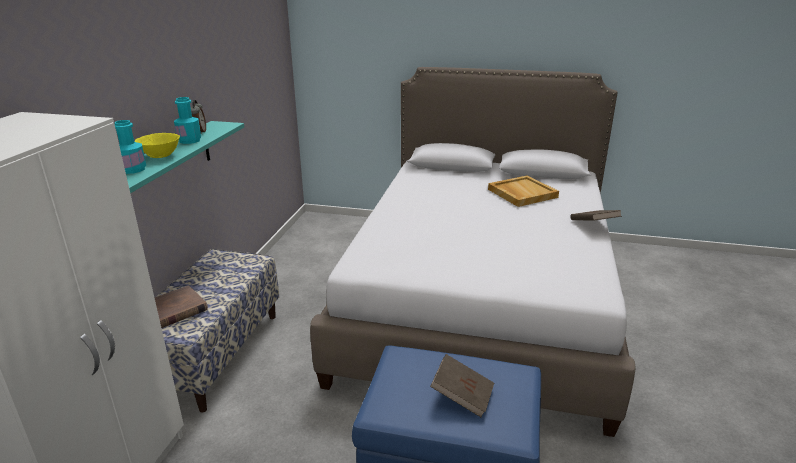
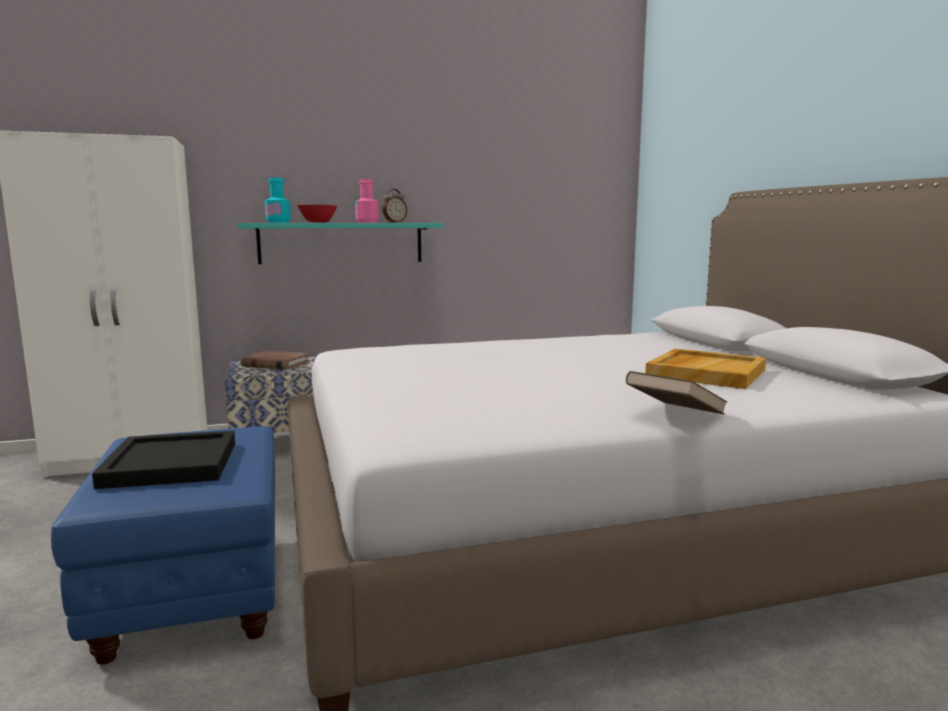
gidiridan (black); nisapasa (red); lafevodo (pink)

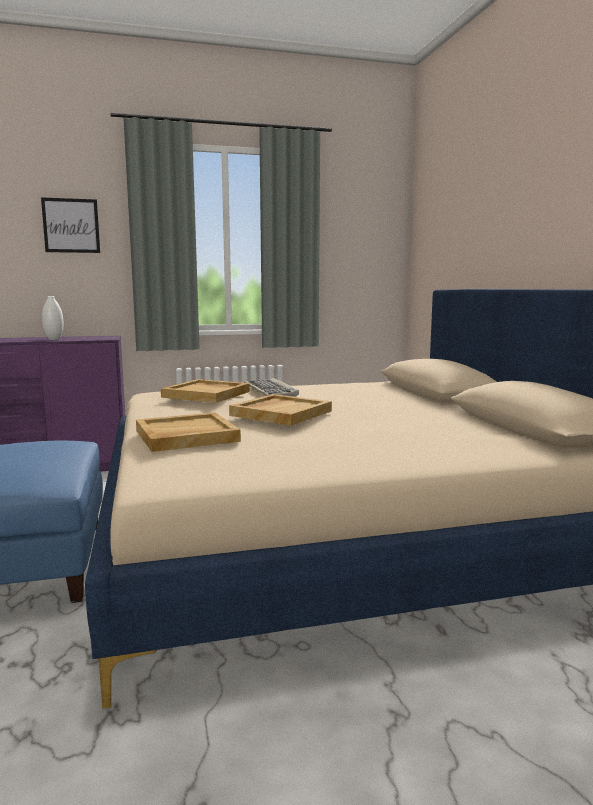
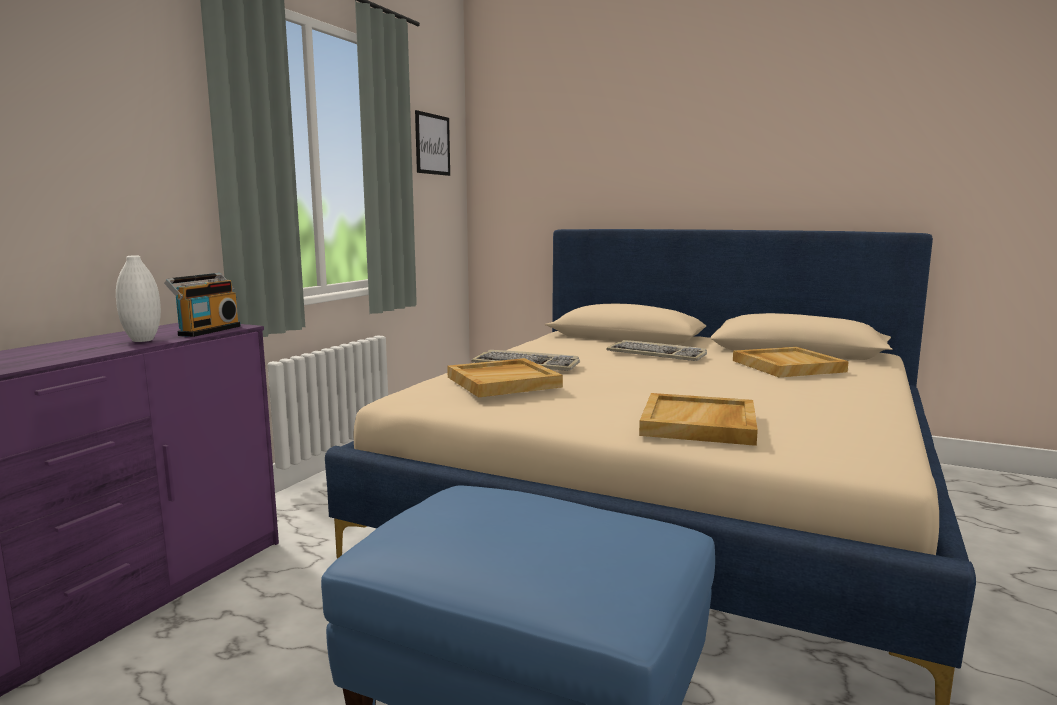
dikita; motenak; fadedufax (2nd from left); gidiridan (beige) (3rd from left)

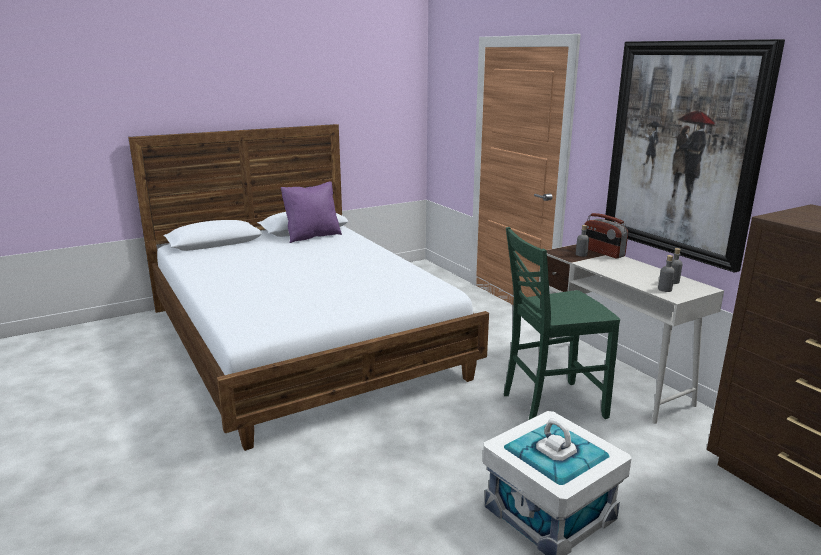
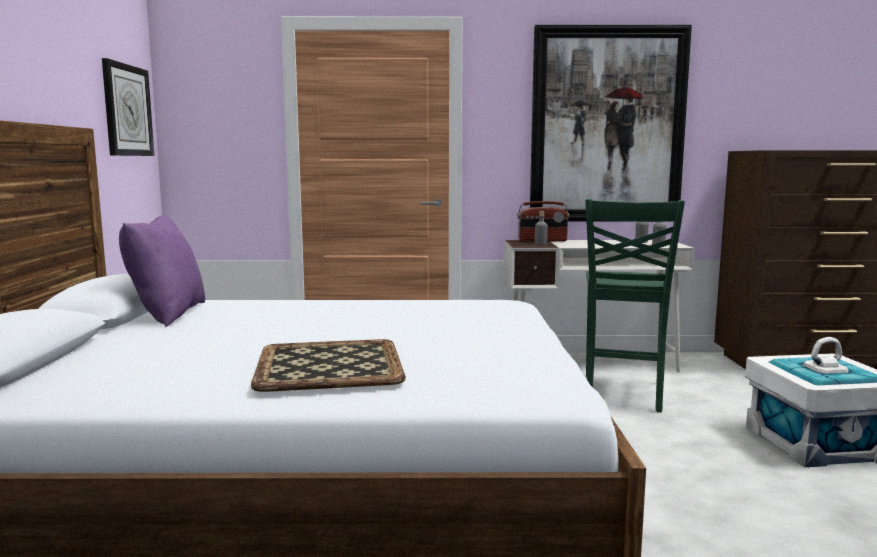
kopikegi; gidiridan

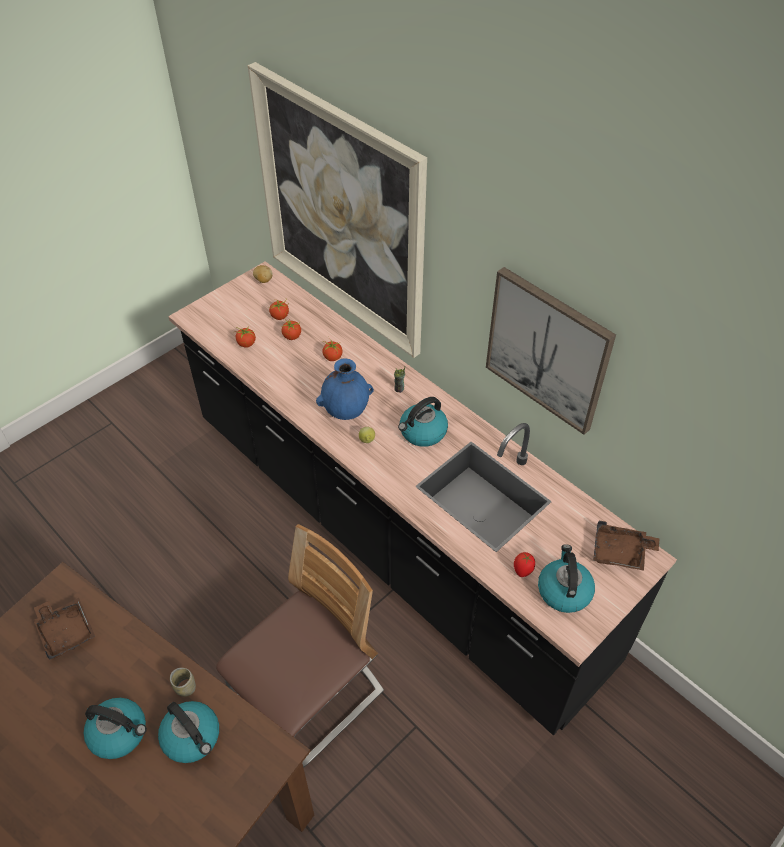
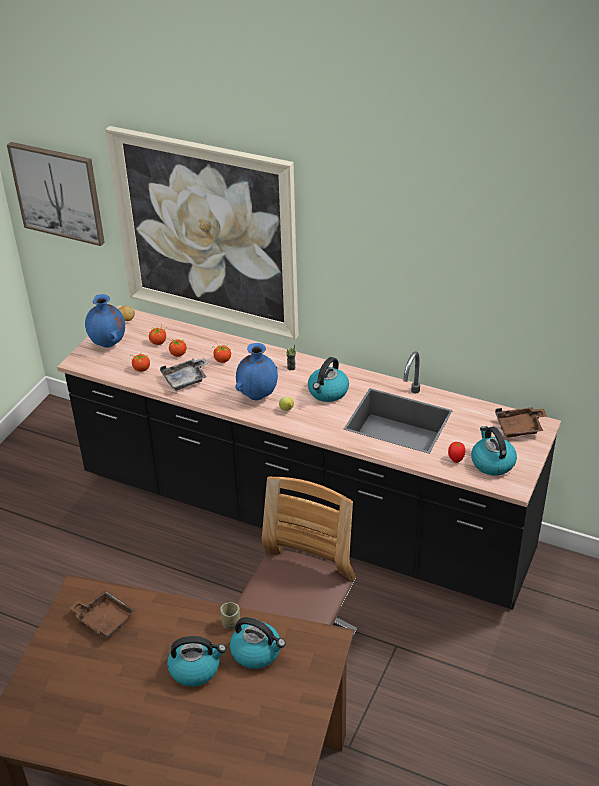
motenak (1st from left); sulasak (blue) (1st from left); gidiridan (grey)

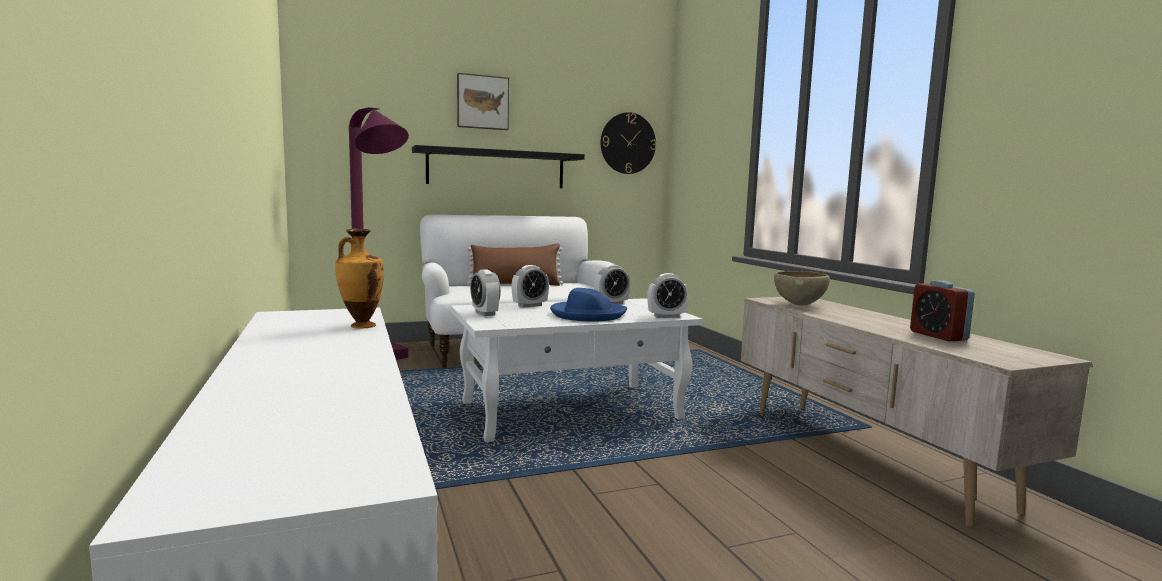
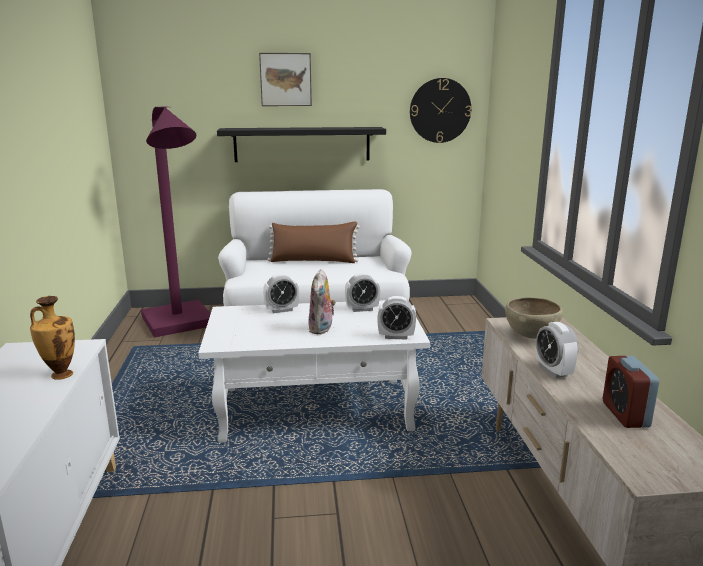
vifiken; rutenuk (4th from left)

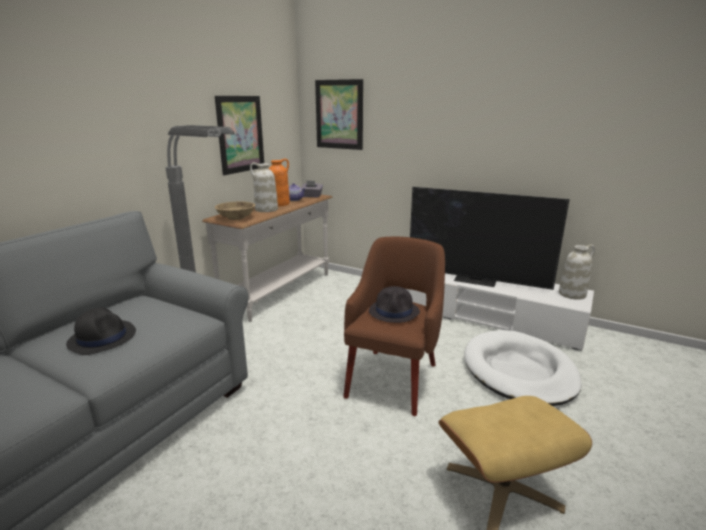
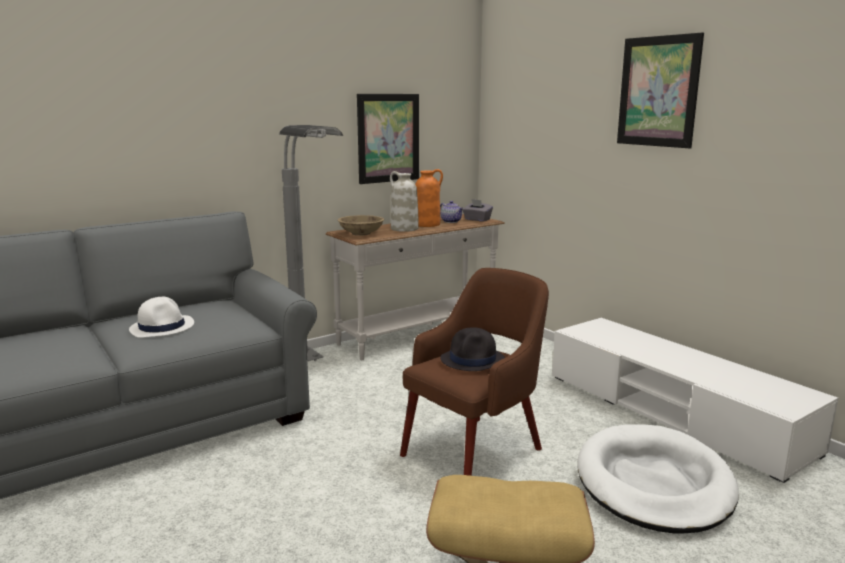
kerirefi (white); motenak (2nd from left); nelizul; sulasak (white) (2nd from left in the first image)

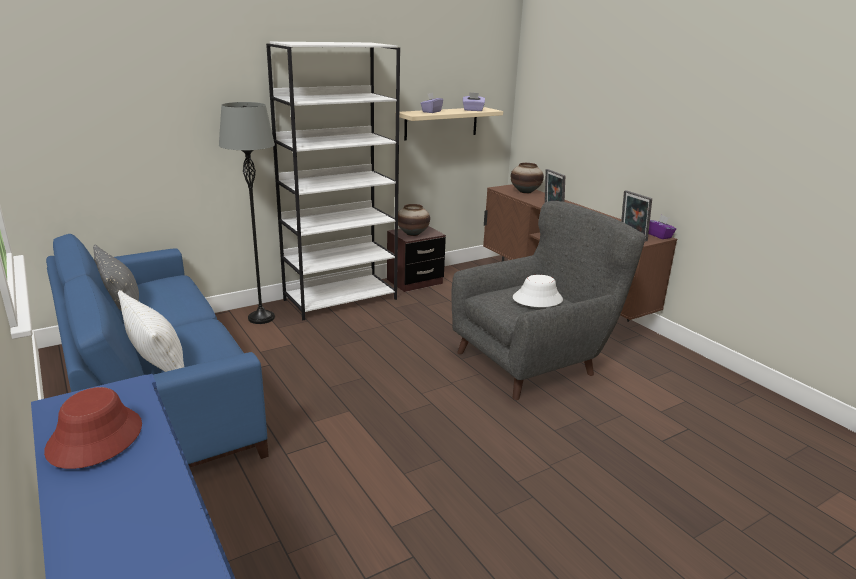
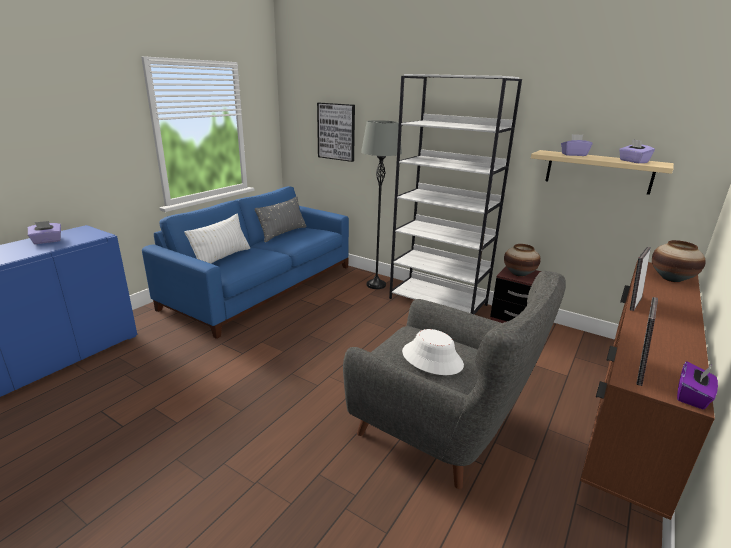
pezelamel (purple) (1st from left); motenak

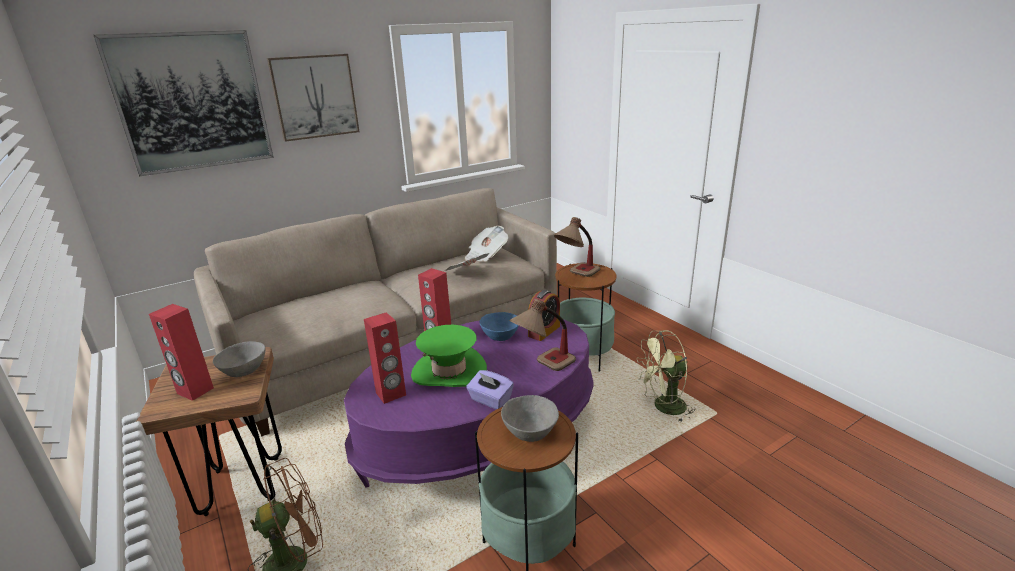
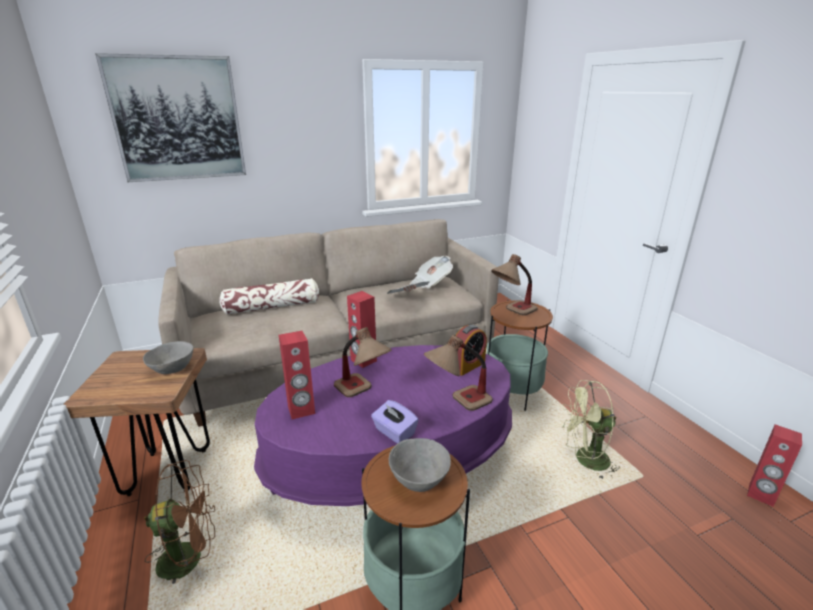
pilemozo; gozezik (1st from left); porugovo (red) (3rd from left); motenak (2nd from left in the first image); nisapasa (blue)

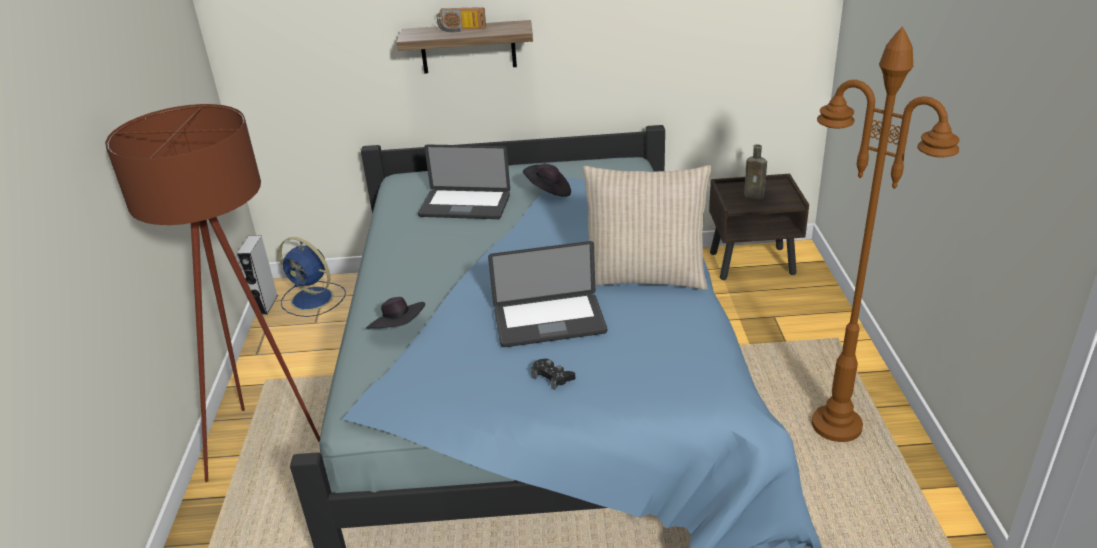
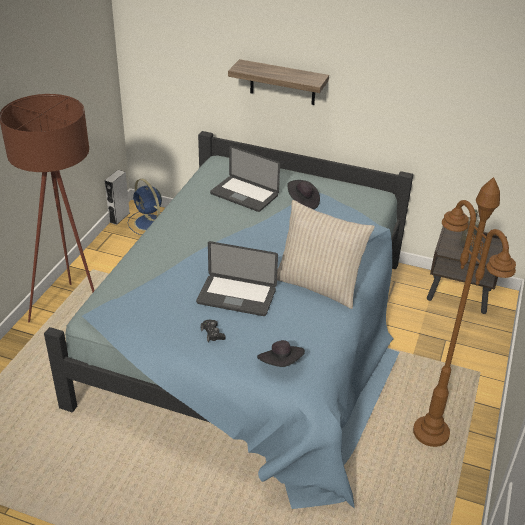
kerirefi (black) (1st from left); dikita

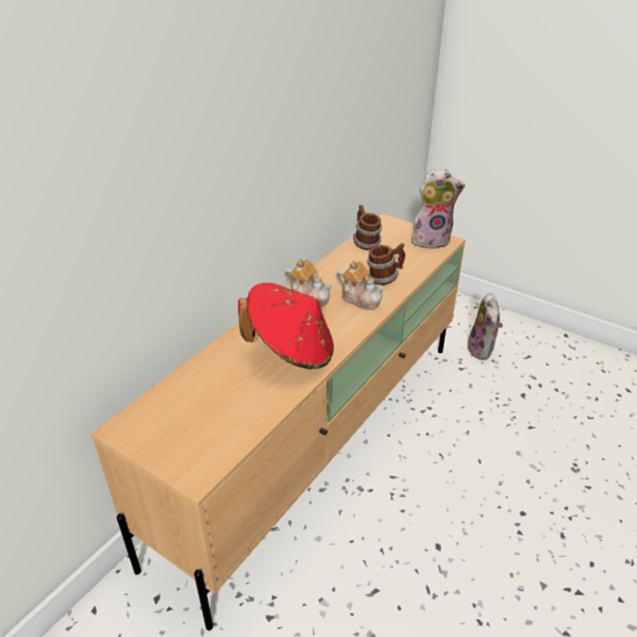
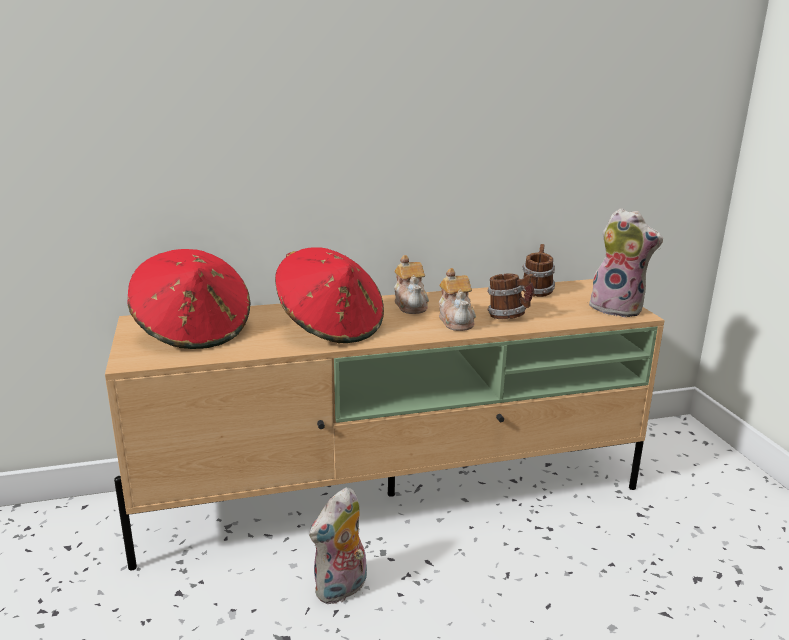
kerirefi (red) (1st from left); vifiken (1st from left)

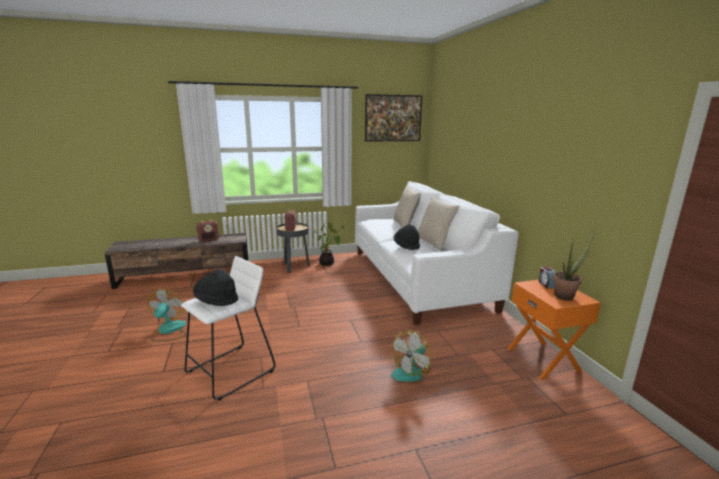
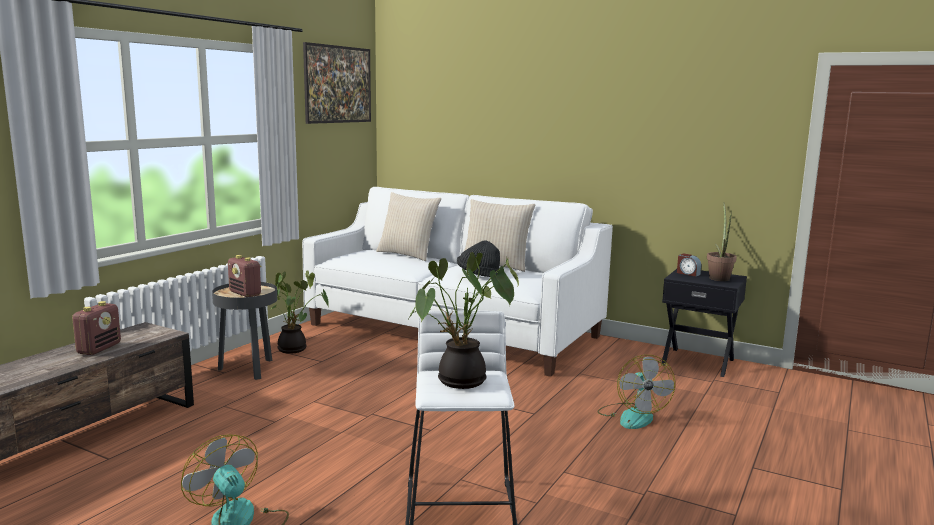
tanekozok (2nd from left); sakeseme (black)

